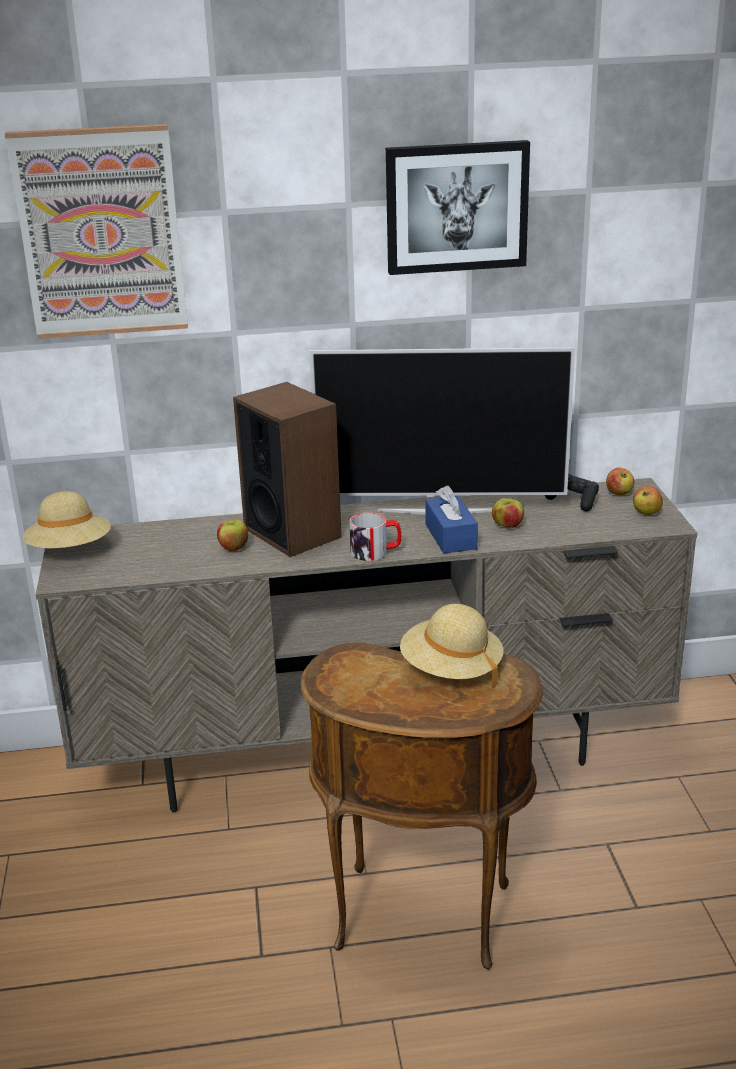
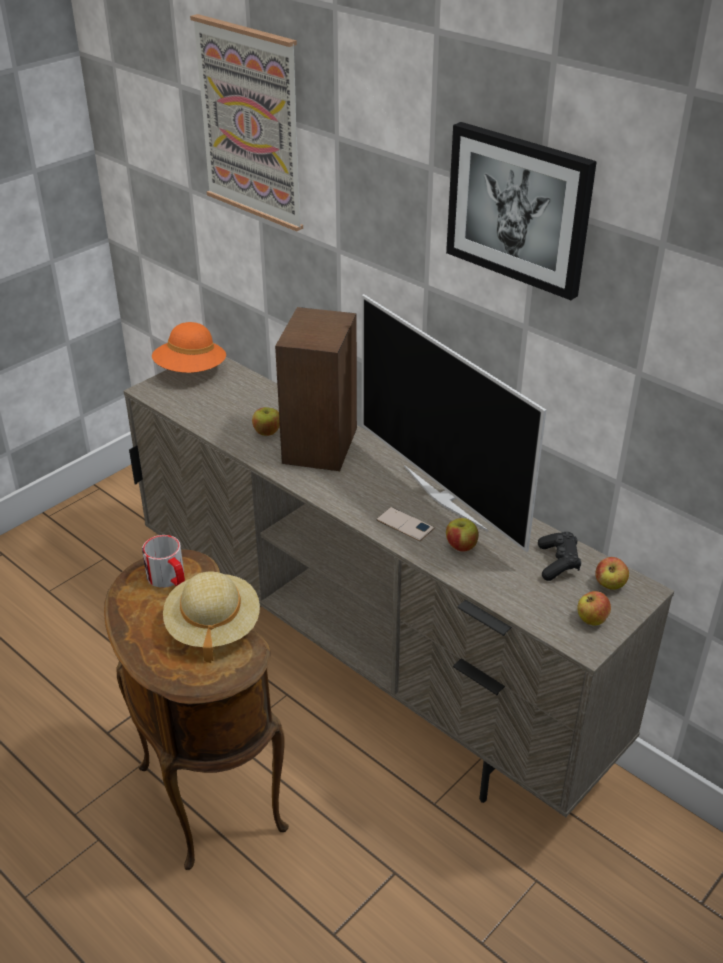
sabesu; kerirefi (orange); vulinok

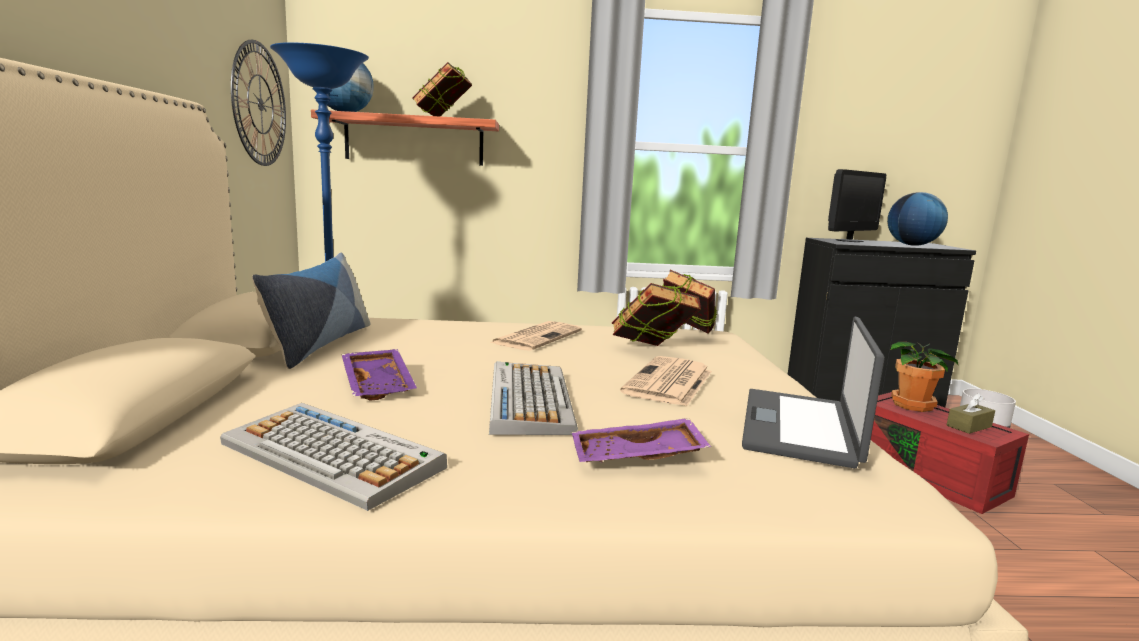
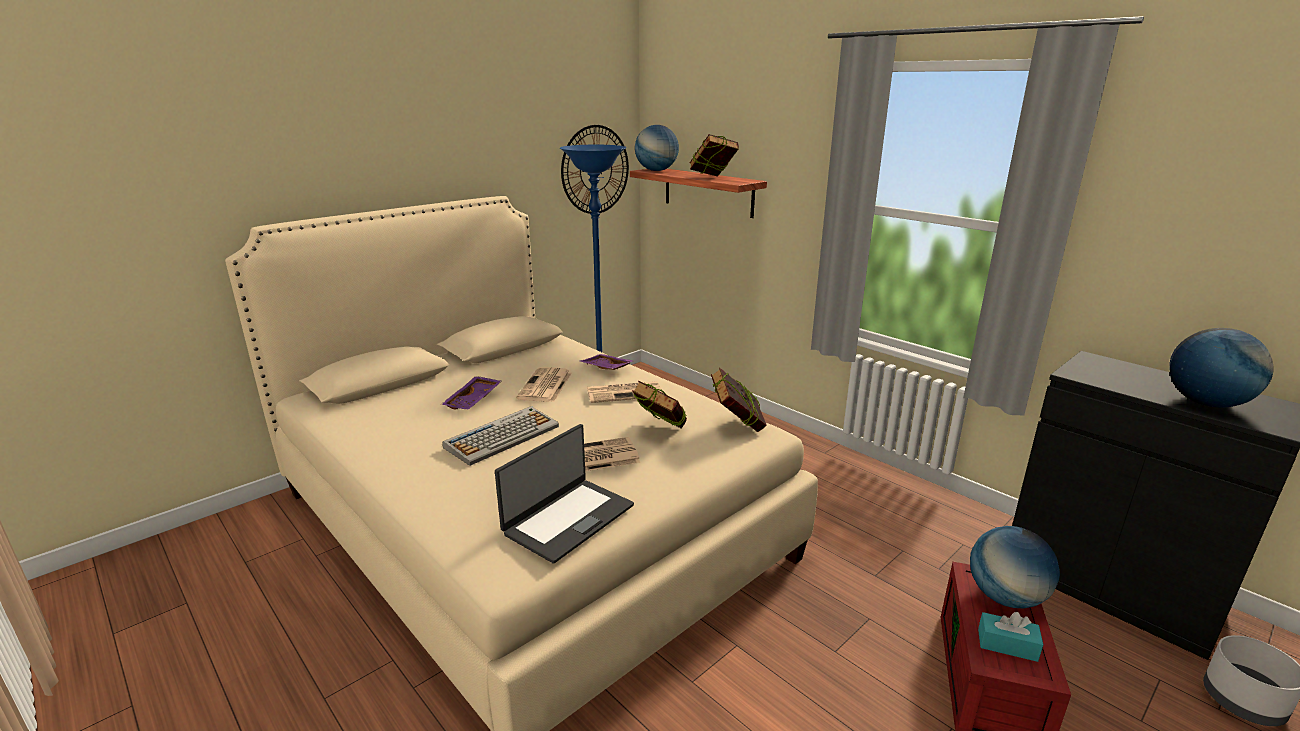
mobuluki; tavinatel (1st from left); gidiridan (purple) (2nd from left); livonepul (2nd from left); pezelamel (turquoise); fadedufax (1st from left in the first image); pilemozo; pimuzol

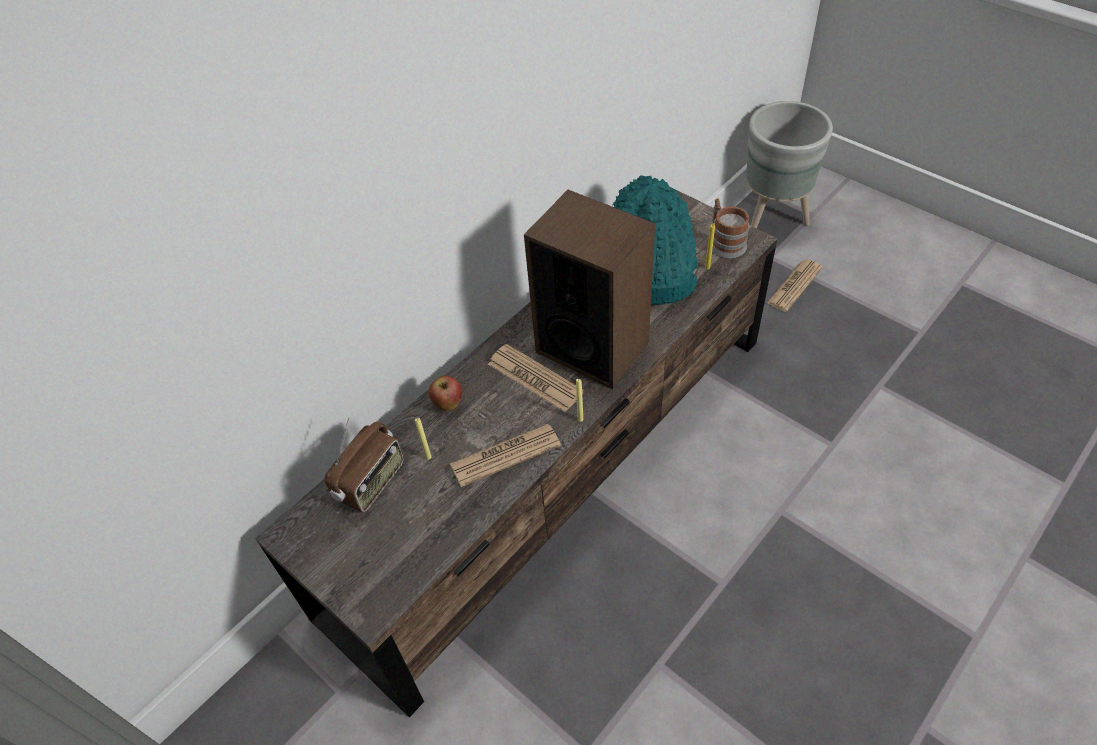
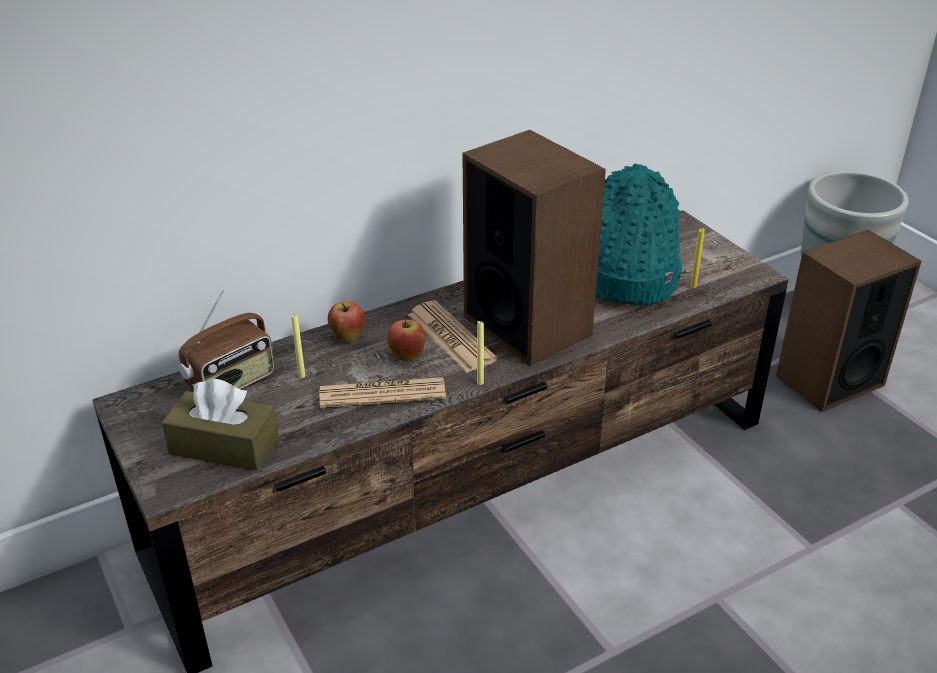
pezelamel (brown); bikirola (2nd from left); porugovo (2nd from left); sabesu

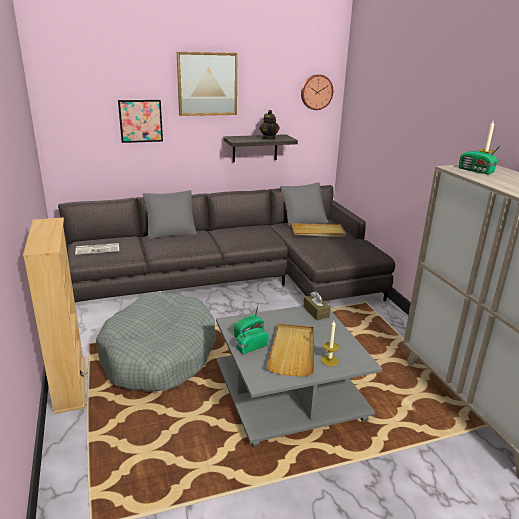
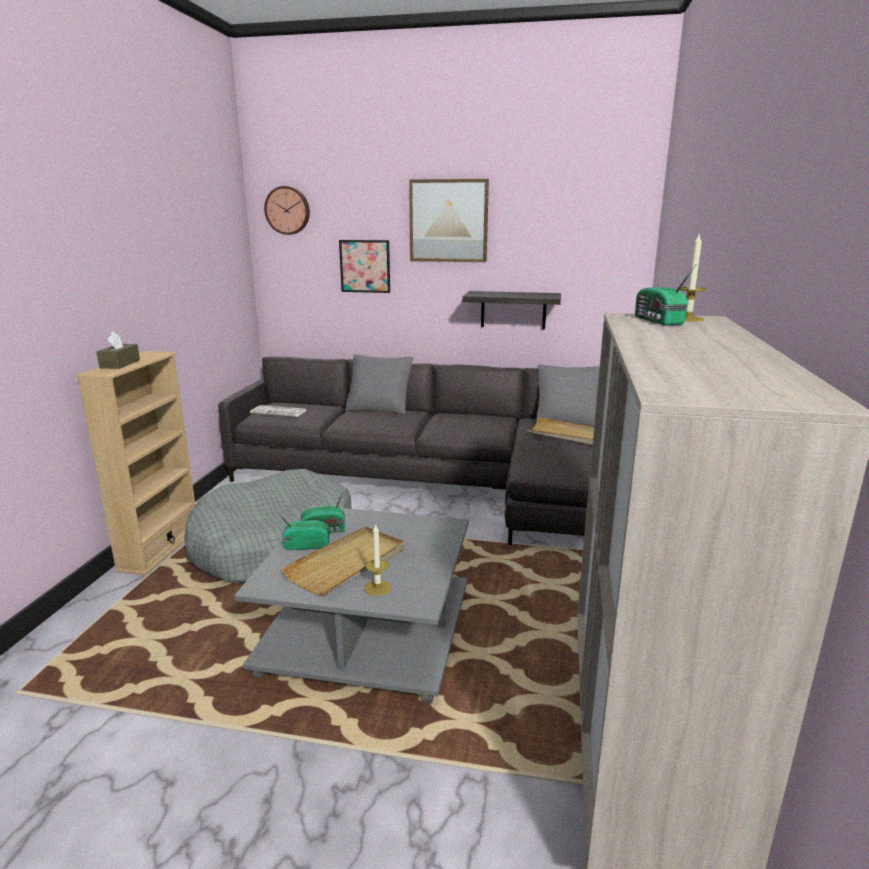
pezelamel (brown); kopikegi; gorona

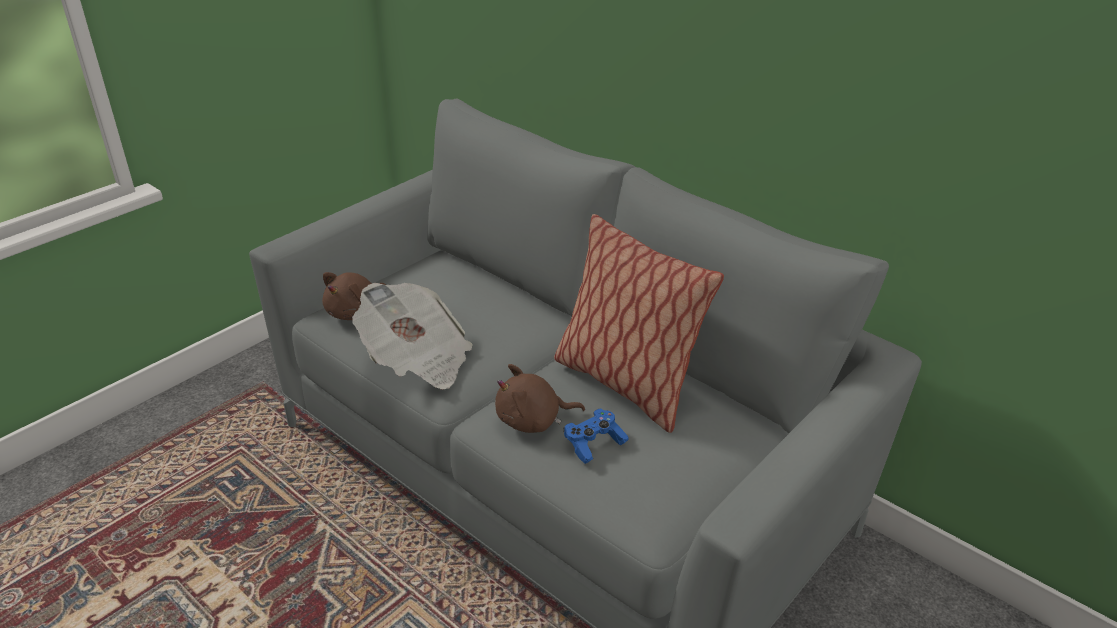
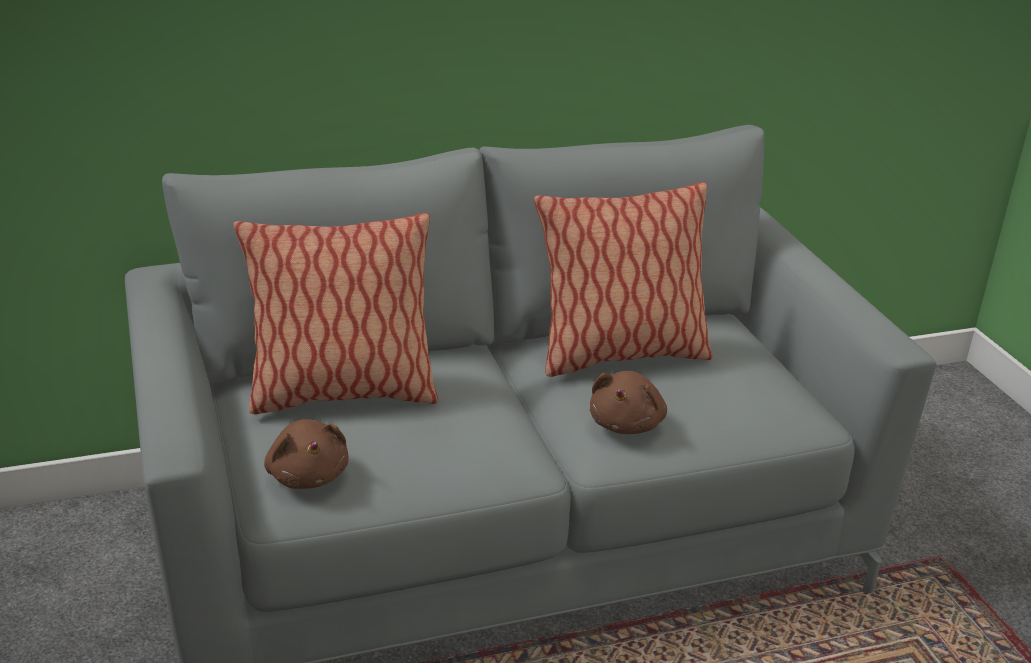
pilemozo (1st from left); tavinatel; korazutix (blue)

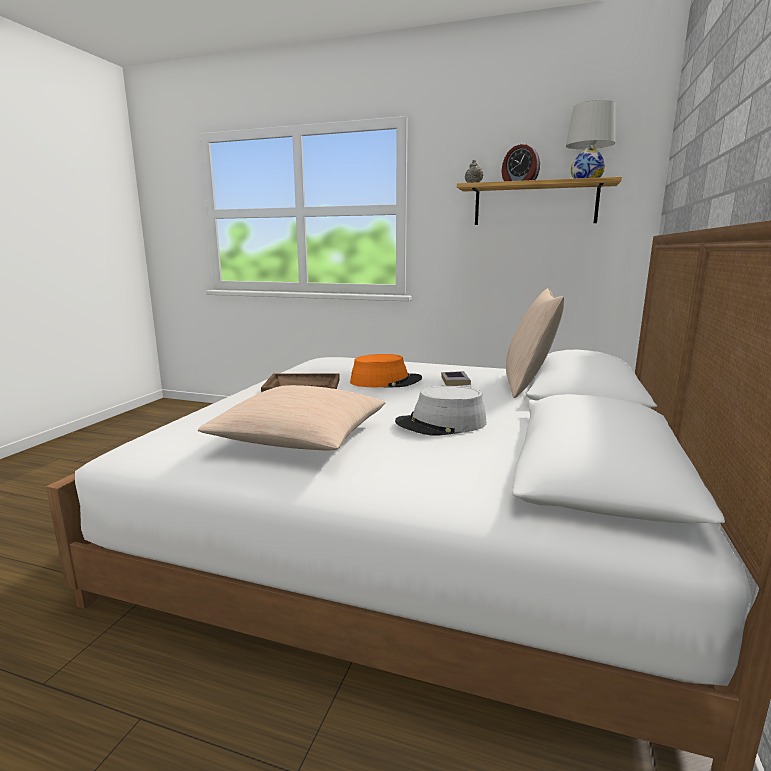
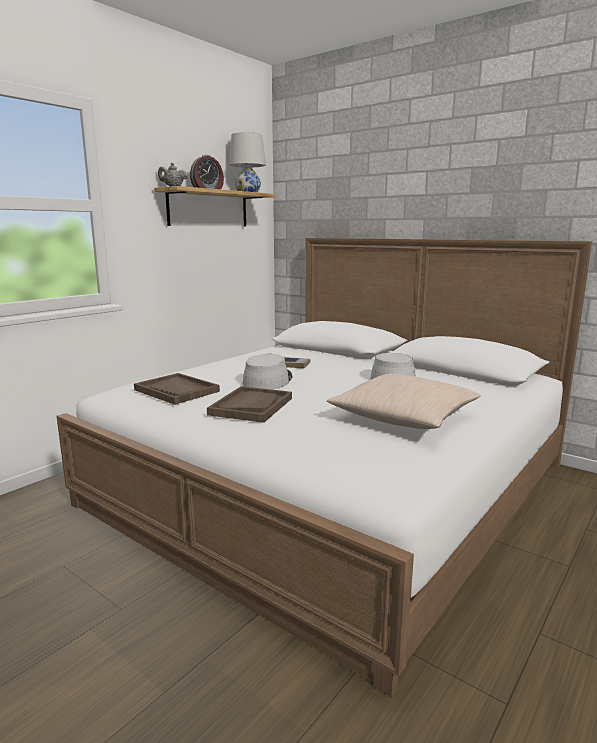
gidiridan (brown) (1st from left); kerirefi (grey) (1st from left); pilemozo (beige) (2nd from left in the first image)

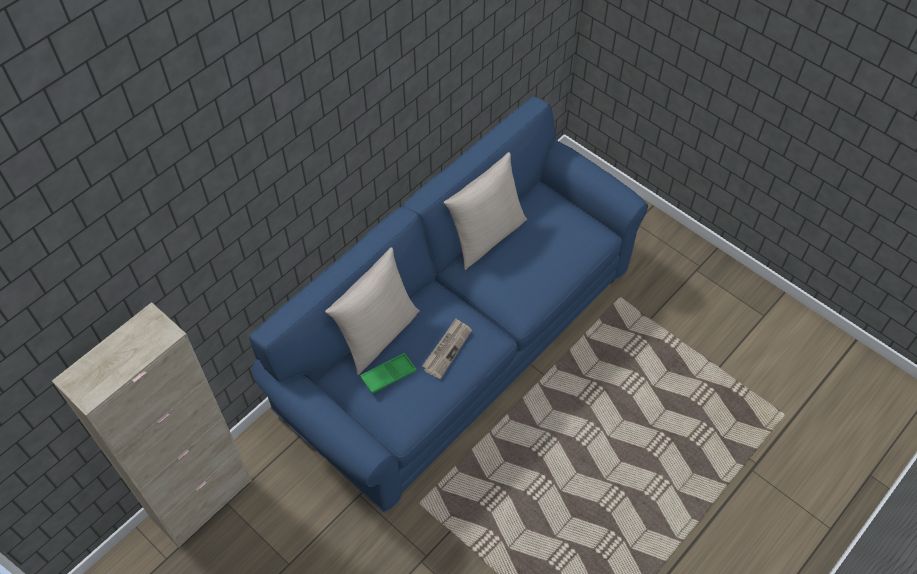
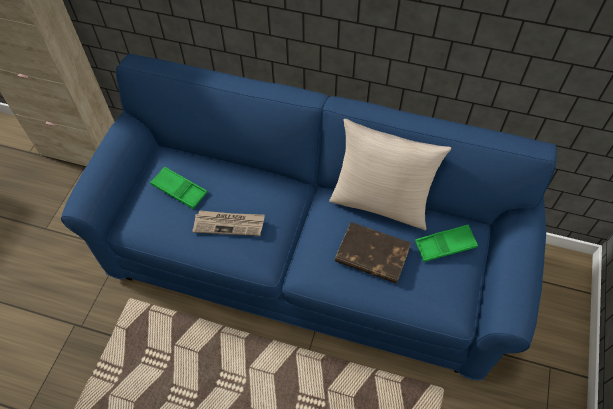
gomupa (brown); gidiridan (green) (2nd from left); pilemozo (beige) (1st from left in the first image)

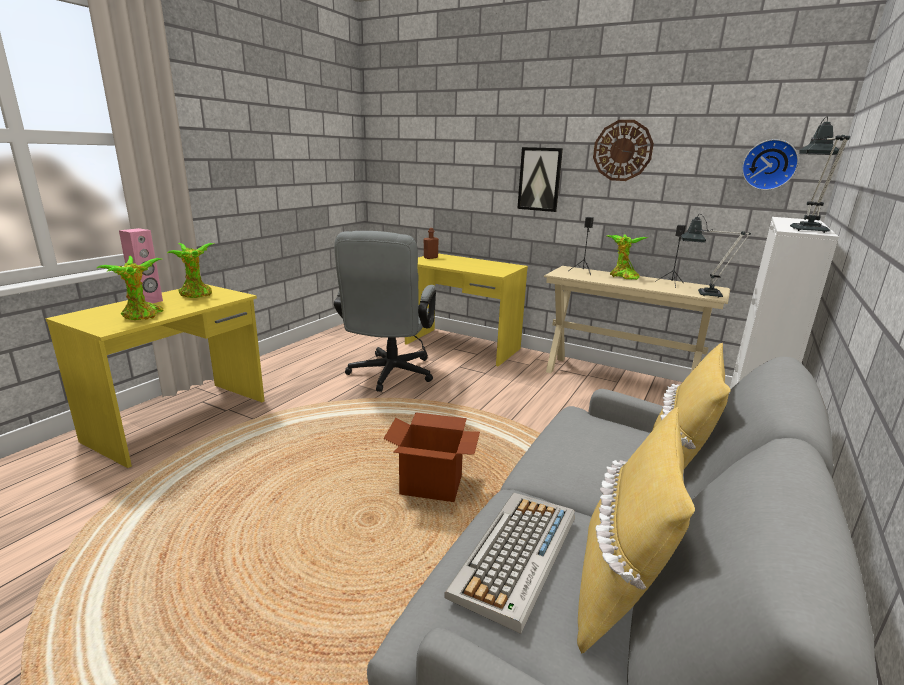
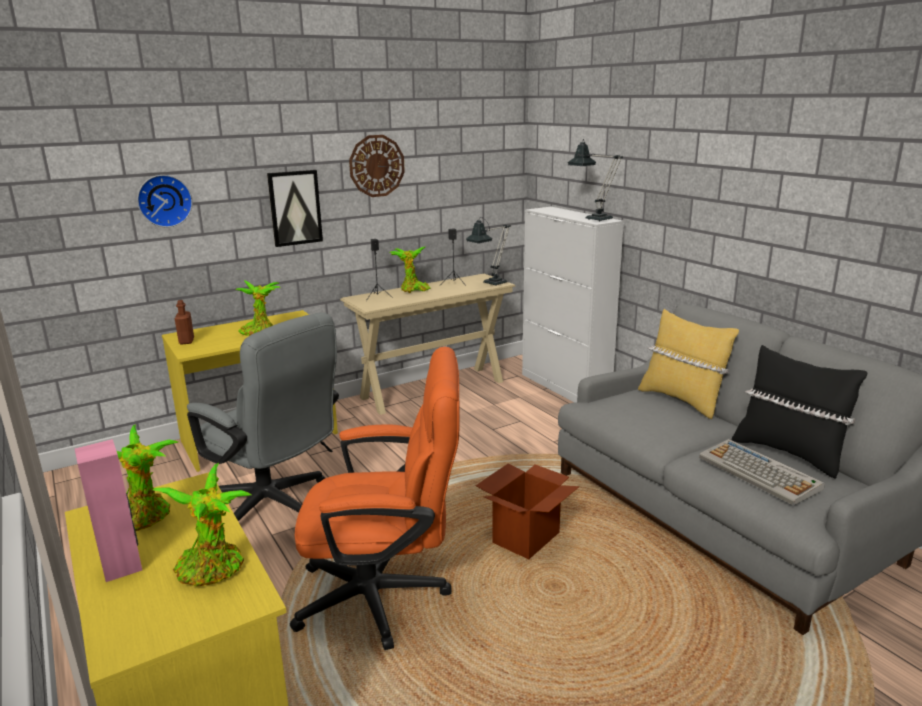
kopikegi (1st from left); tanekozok (3rd from left); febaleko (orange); pilemozo (black)

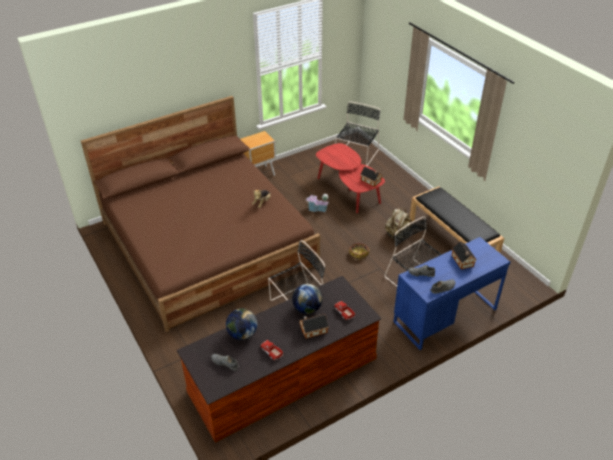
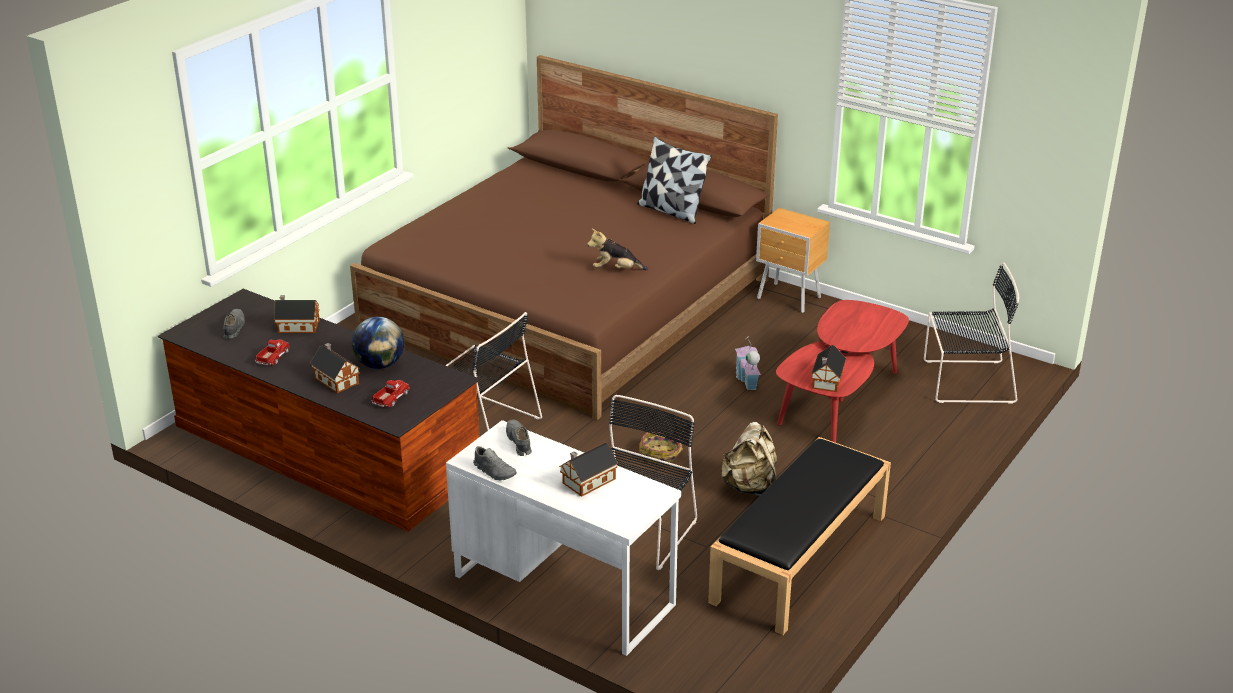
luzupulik (1st from left); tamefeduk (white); pilemozo

